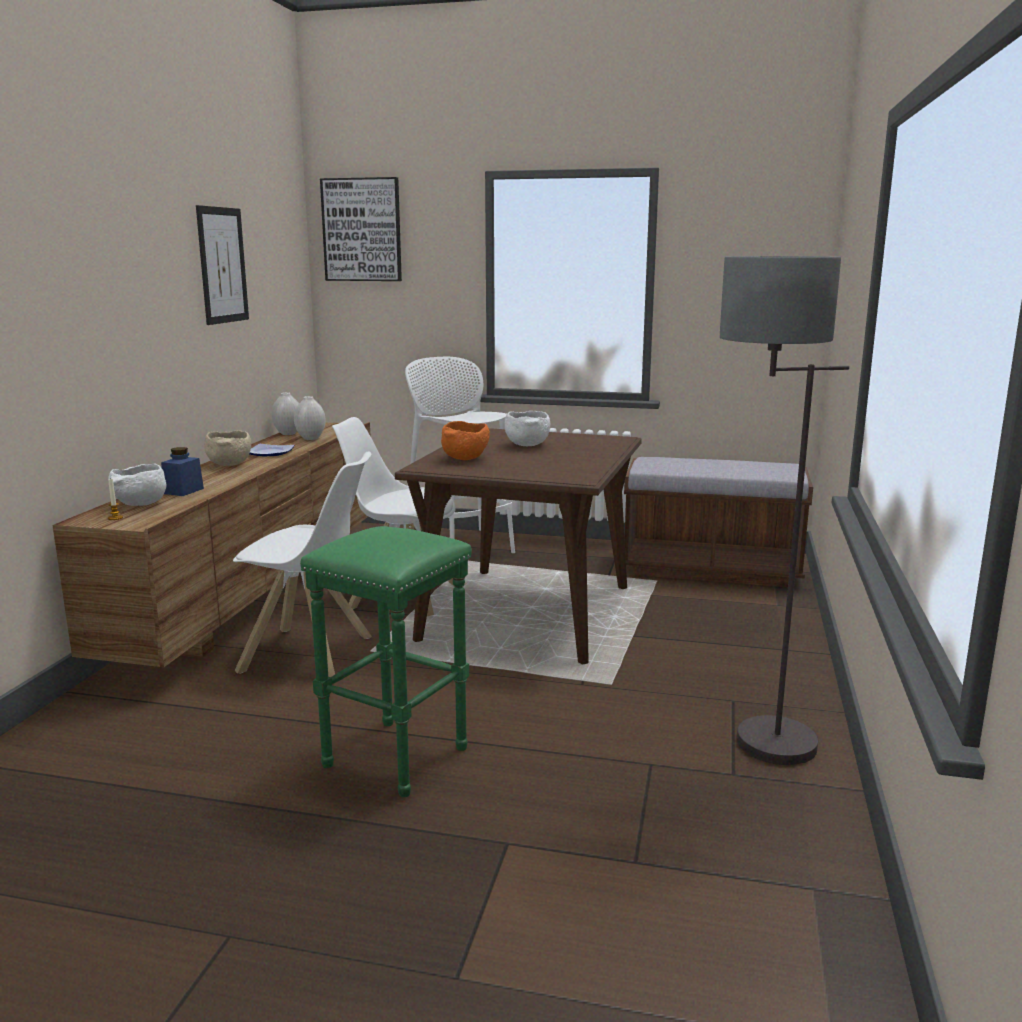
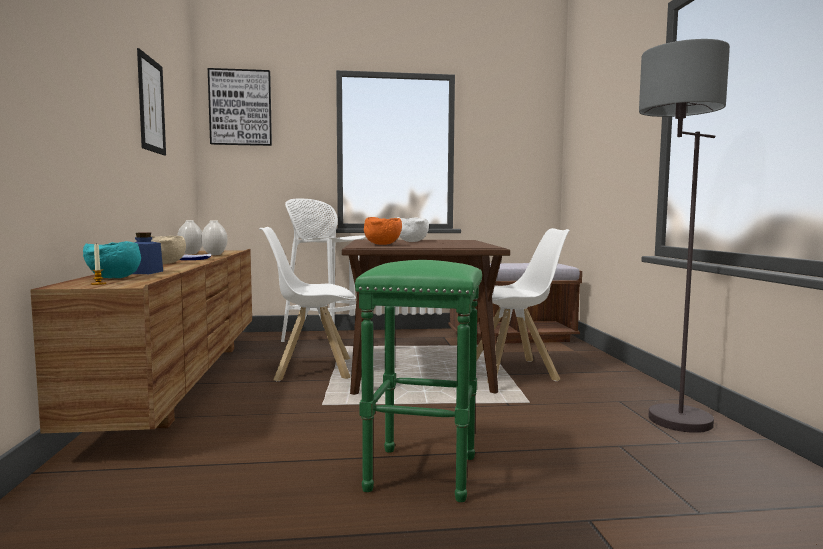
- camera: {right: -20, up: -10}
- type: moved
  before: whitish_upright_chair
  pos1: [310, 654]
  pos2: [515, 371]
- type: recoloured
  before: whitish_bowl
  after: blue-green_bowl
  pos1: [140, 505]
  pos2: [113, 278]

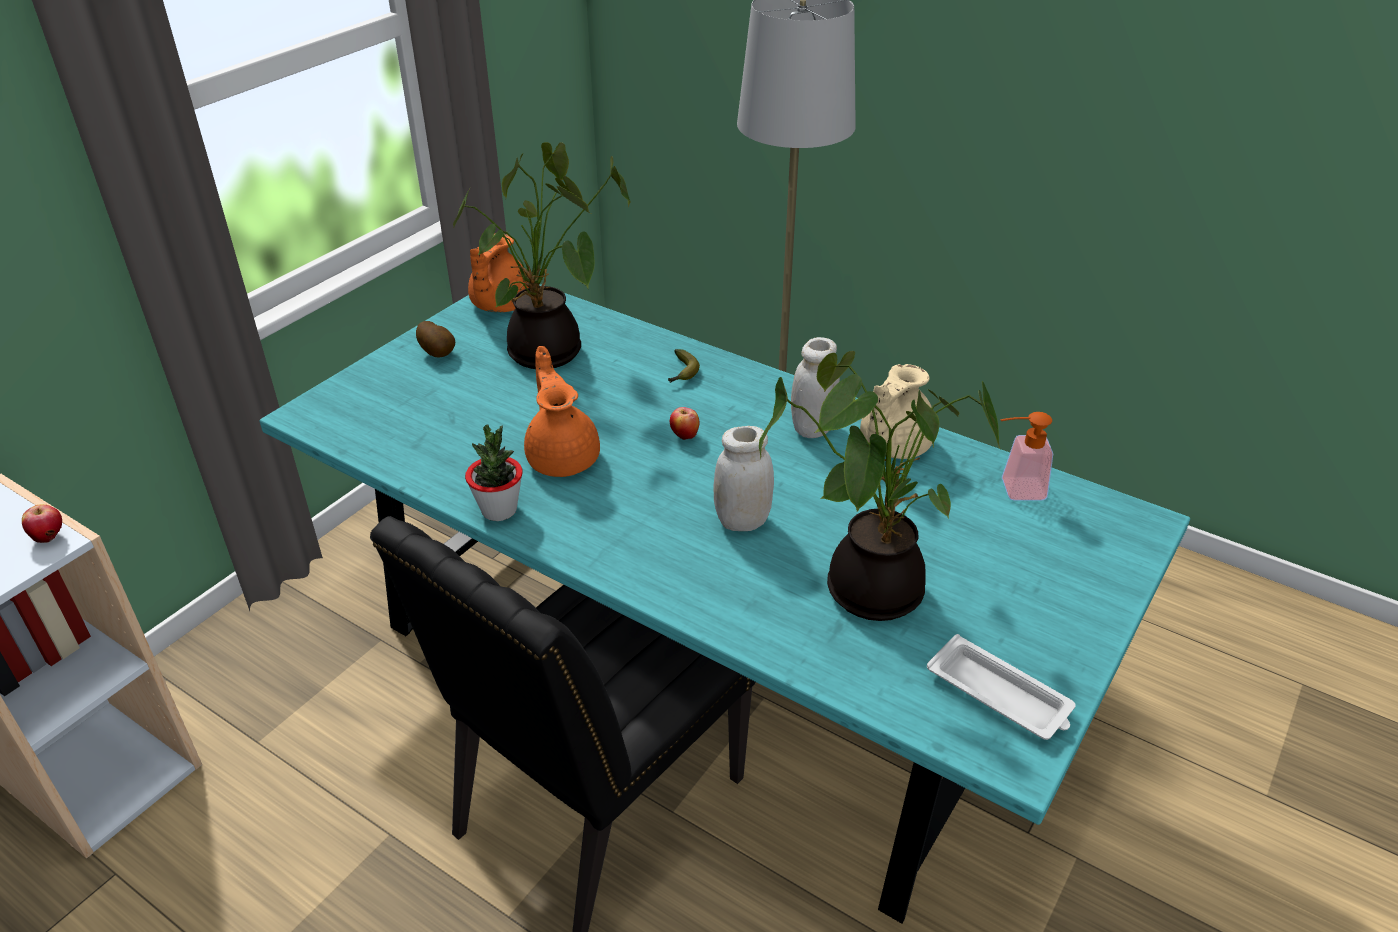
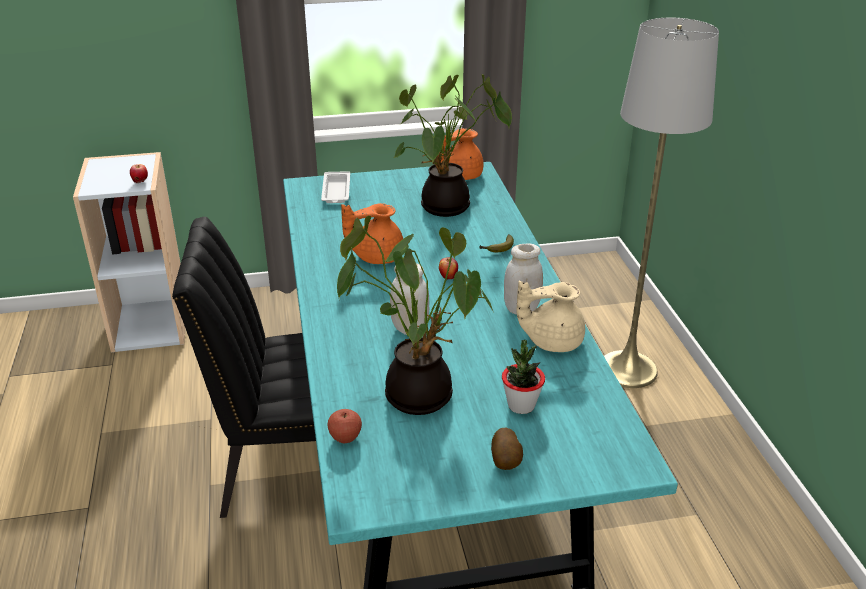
- camera: {right: 45, up: -5}
- type: removed
  before: soap_dispenser
  pos1: [1014, 489]
- type: added
  after: apple_fruit
  pos2: [345, 437]
- type: moved
  before: spud
  pos1: [439, 353]
  pos2: [506, 462]
- type: moved
  before: plant_in_a_pot
  pos1: [499, 510]
  pos2: [521, 405]
- type: moved
  before: whitish_carrying_tray
  pos1: [1000, 695]
  pos2: [336, 191]
- type: turned
  before: orange_pot_for_tea
  pos1: [563, 457]
  pos2: [376, 256]
  turn: -135

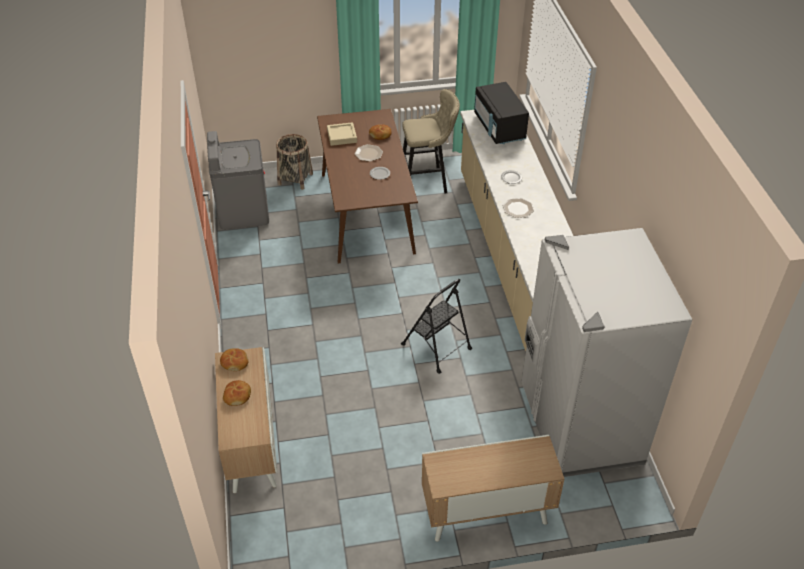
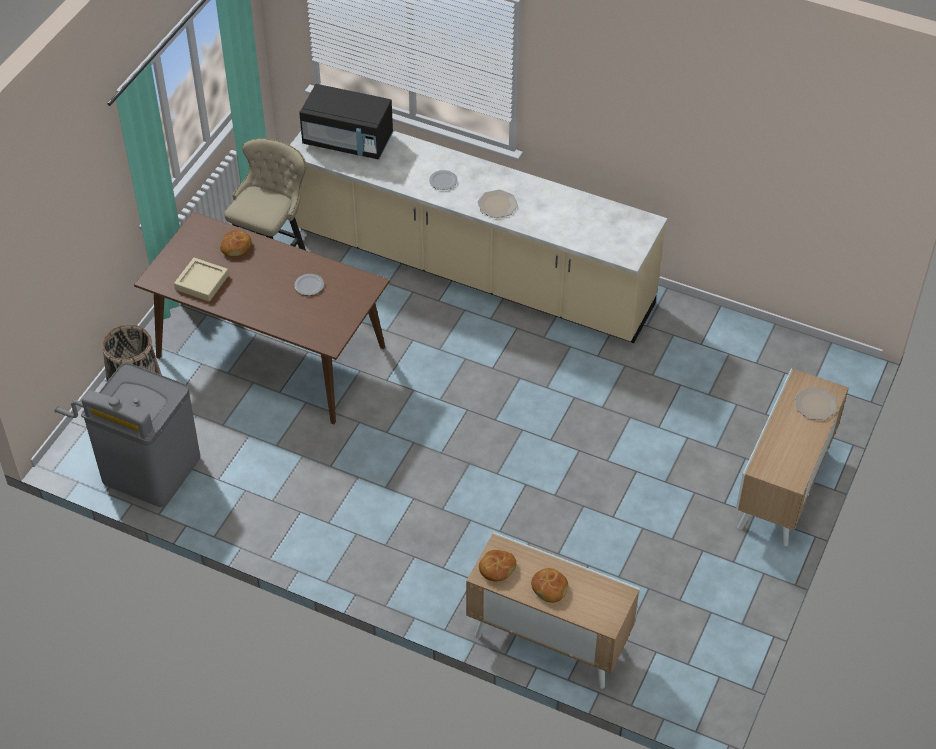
- camera: {right: -55, up: 5}
- type: removed
  before: black_step_stool
  pos1: [437, 347]
- type: removed
  before: whitish_refrigerator
  pos1: [579, 424]
- type: moved
  before: dinner_plate
  pos1: [368, 153]
  pos2: [815, 404]

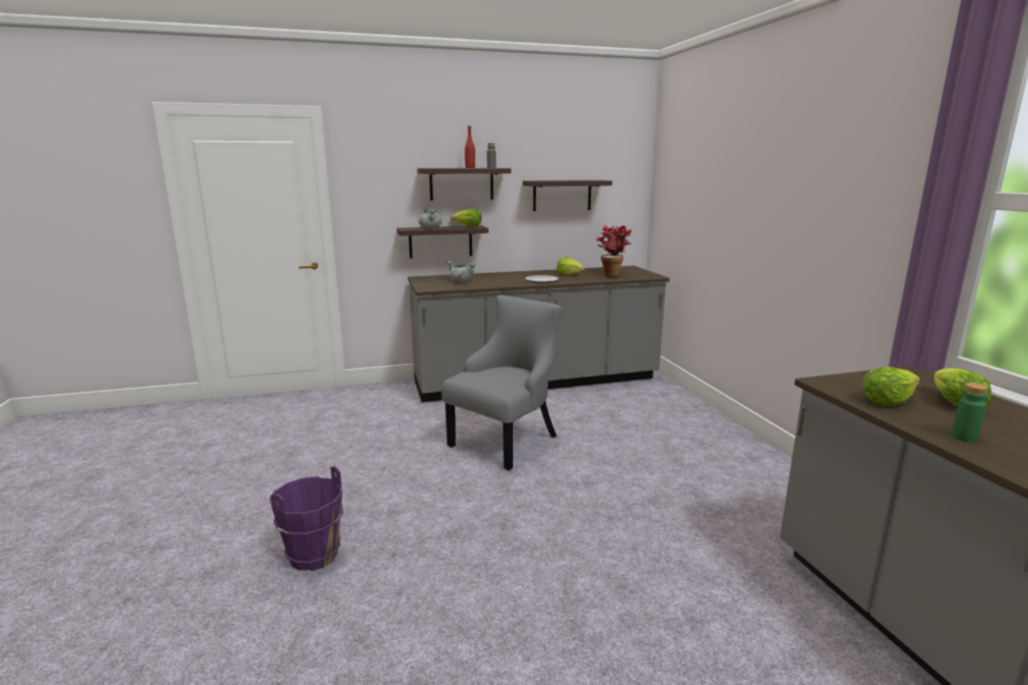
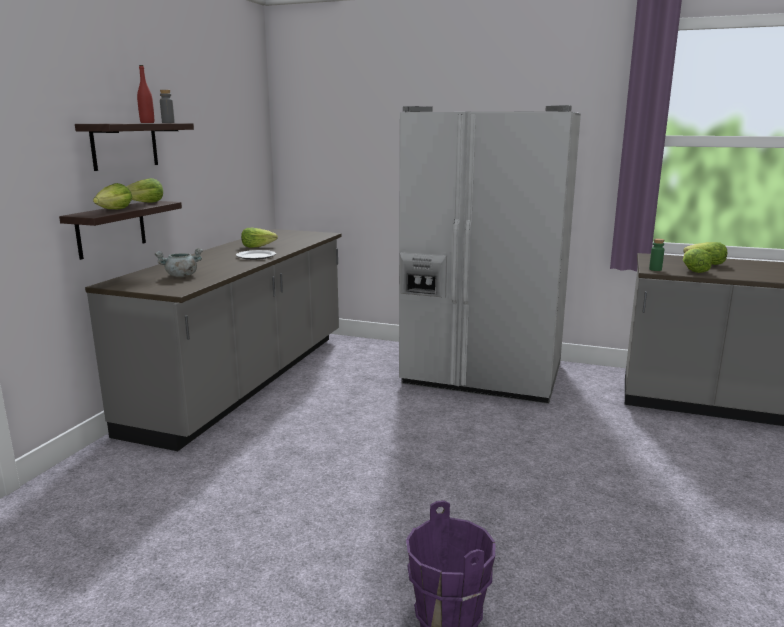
- camera: {right: -55, up: 0}
- type: removed
  before: grey_upright_chair
  pos1: [504, 443]
- type: removed
  before: shelf
  pos1: [562, 195]
- type: removed
  before: plant_in_a_pot
  pos1: [612, 275]
- type: added
  after: whitish_refrigerator
  pos2: [483, 374]
- type: moved
  before: green_bottle
  pos1: [964, 437]
  pos2: [655, 269]
- type: replaced
  before: grey_cooking_pot
  after: head_of_lettuce
  pos1: [430, 228]
  pos2: [115, 210]

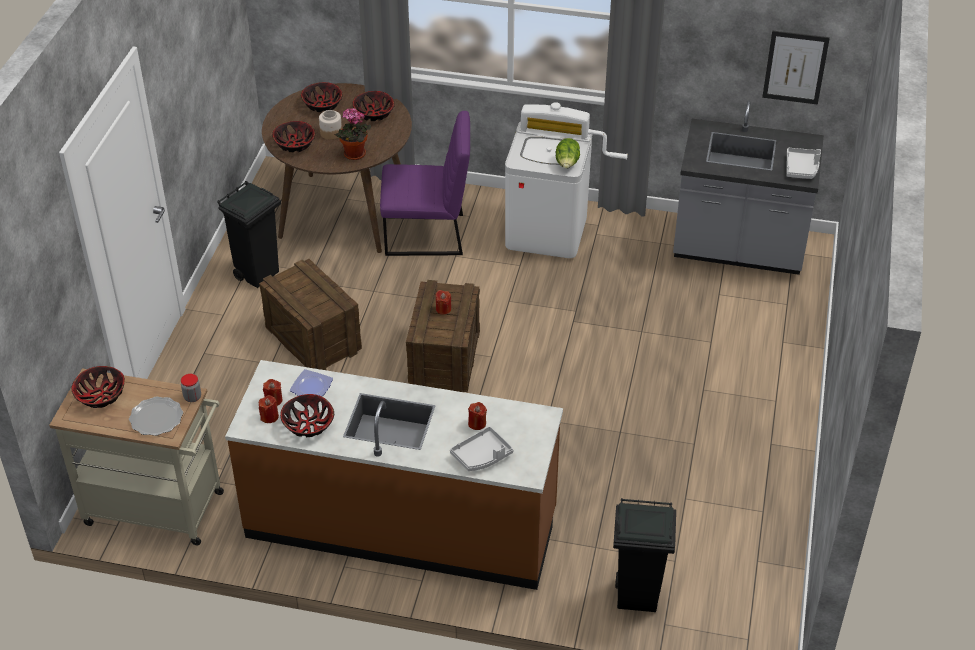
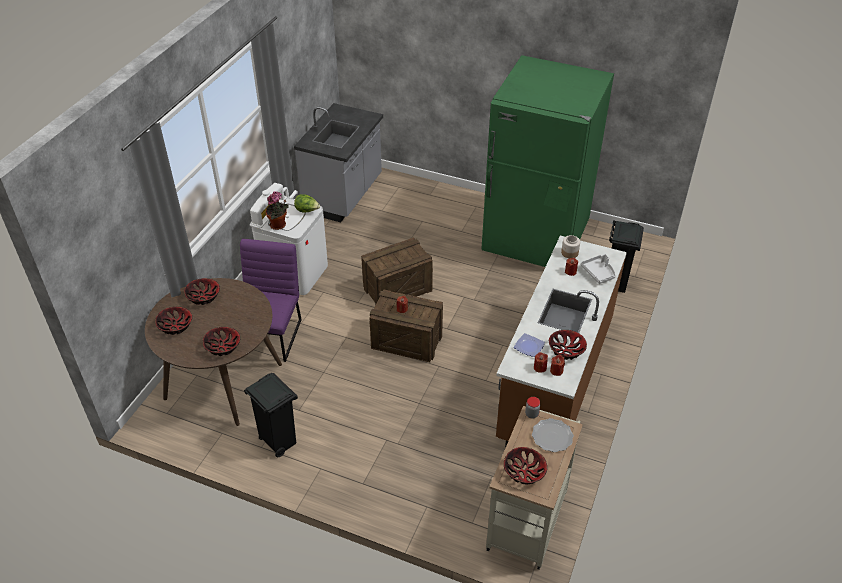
- camera: {right: -80, up: 0}
- type: removed
  before: wall_picture
  pos1: [795, 67]
- type: removed
  before: grey_carrying_tray
  pos1: [802, 168]
- type: added
  after: green_refrigerator
  pos2: [536, 235]
- type: moved
  before: crate
  pos1: [313, 339]
  pos2: [398, 289]
- type: moved
  before: preserve_jar
  pos1: [330, 133]
  pos2: [569, 253]
- type: moved
  before: plant_in_a_pot
  pos1: [354, 155]
  pos2: [279, 225]

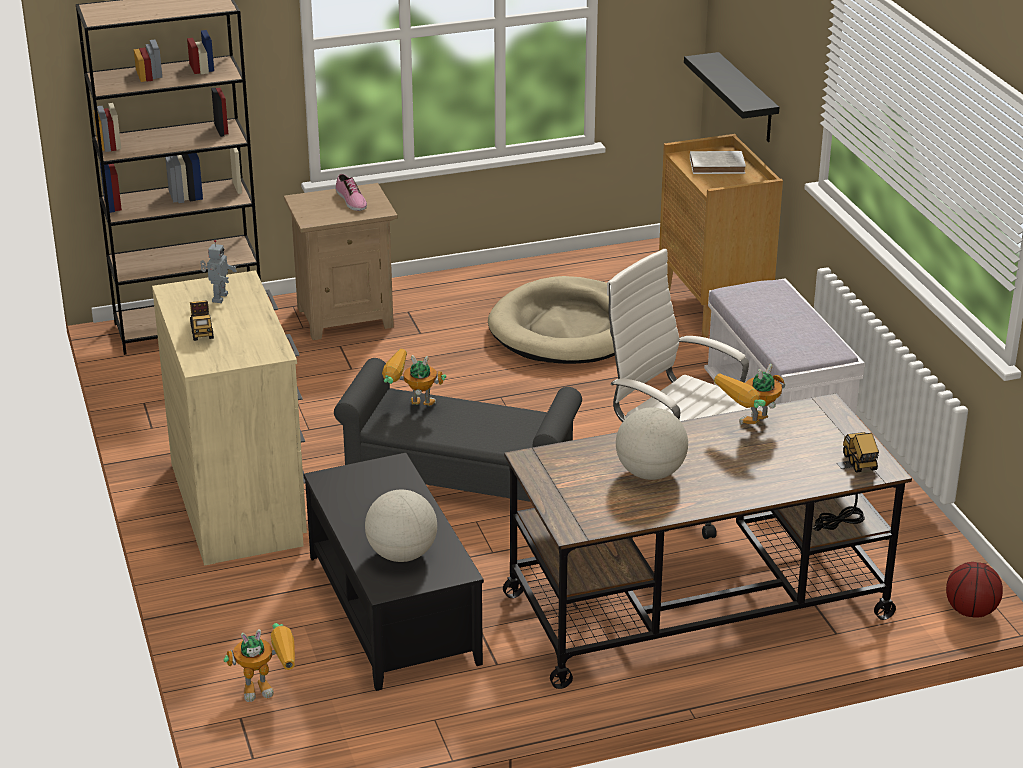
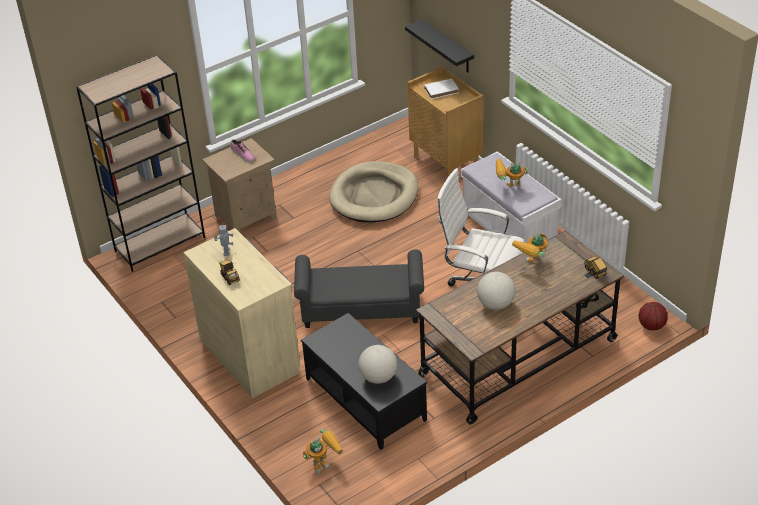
- camera: {right: -15, up: 10}
- type: moved
  before: model_robot
  pos1: [411, 407]
  pos2: [508, 188]

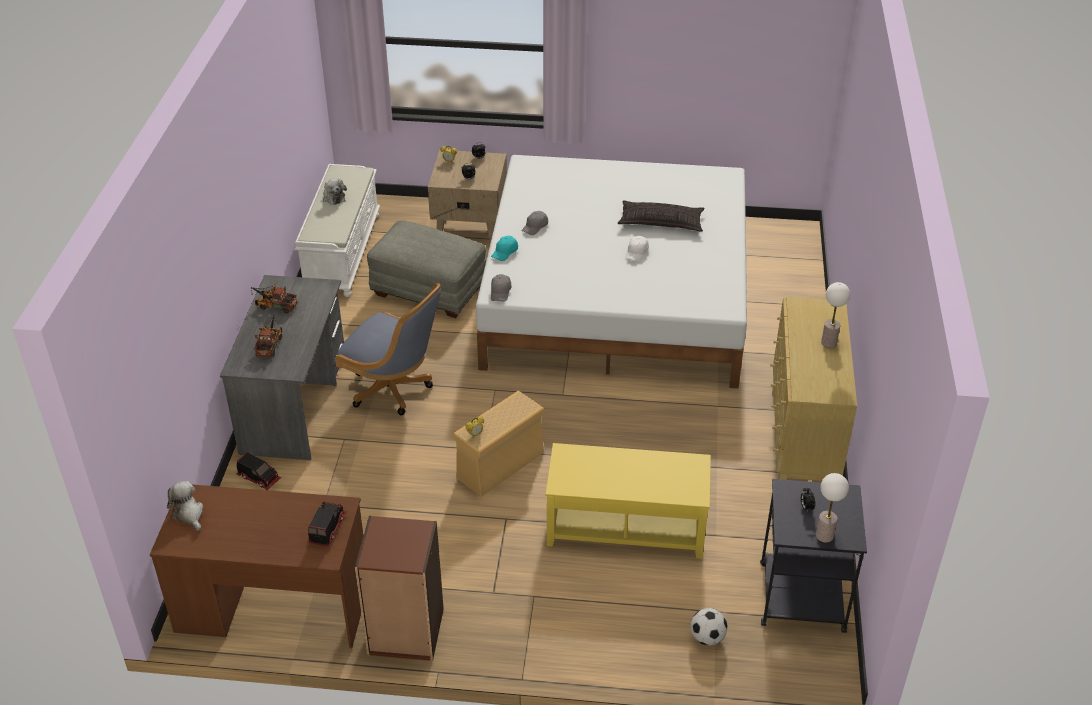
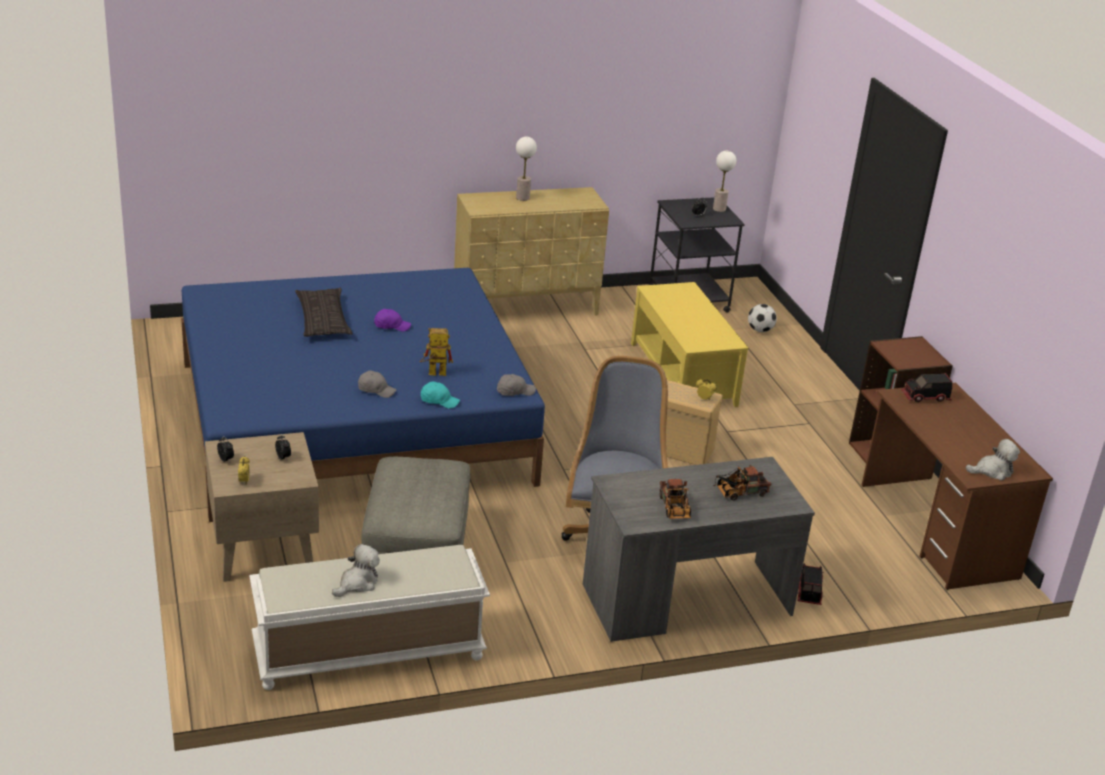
- camera: {right: -115, up: -10}
- type: added
  after: model_robot
  pos2: [433, 373]
- type: recoloured
  before: whitish_bedroom_bed
  after: bluish_bedroom_bed
  pos1: [617, 294]
  pos2: [353, 421]
- type: recoloured
  before: whitish_baseball_cap
  after: purplish_baseball_cap
  pos1: [636, 253]
  pos2: [391, 326]
- type: turned
  before: cuddly_toy
  pos1: [188, 514]
  pos2: [992, 471]
  turn: -135

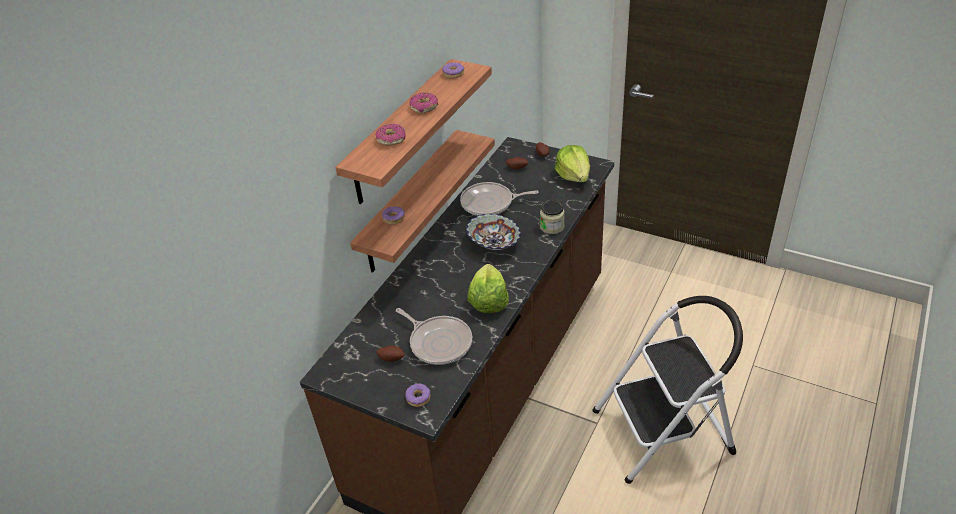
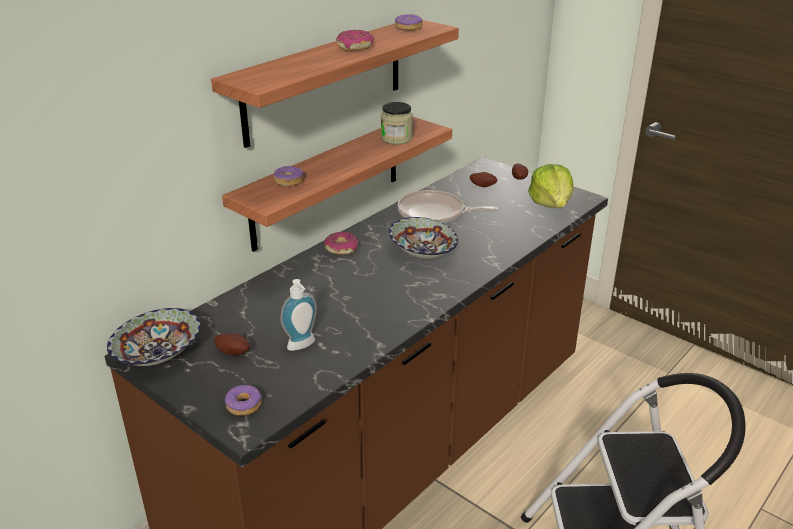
- camera: {right: 10, up: -10}
- type: removed
  before: head_of_lettuce
  pos1: [488, 300]
- type: added
  after: bowl
  pos2: [158, 355]
- type: moved
  before: ring_doughnut
  pos1: [391, 139]
  pos2: [341, 248]
- type: moved
  before: preserve_jar
  pos1: [552, 226]
  pos2: [396, 138]
- type: replaced
  before: frying_pan
  after: soap_dispenser
  pos1: [439, 342]
  pos2: [303, 346]

